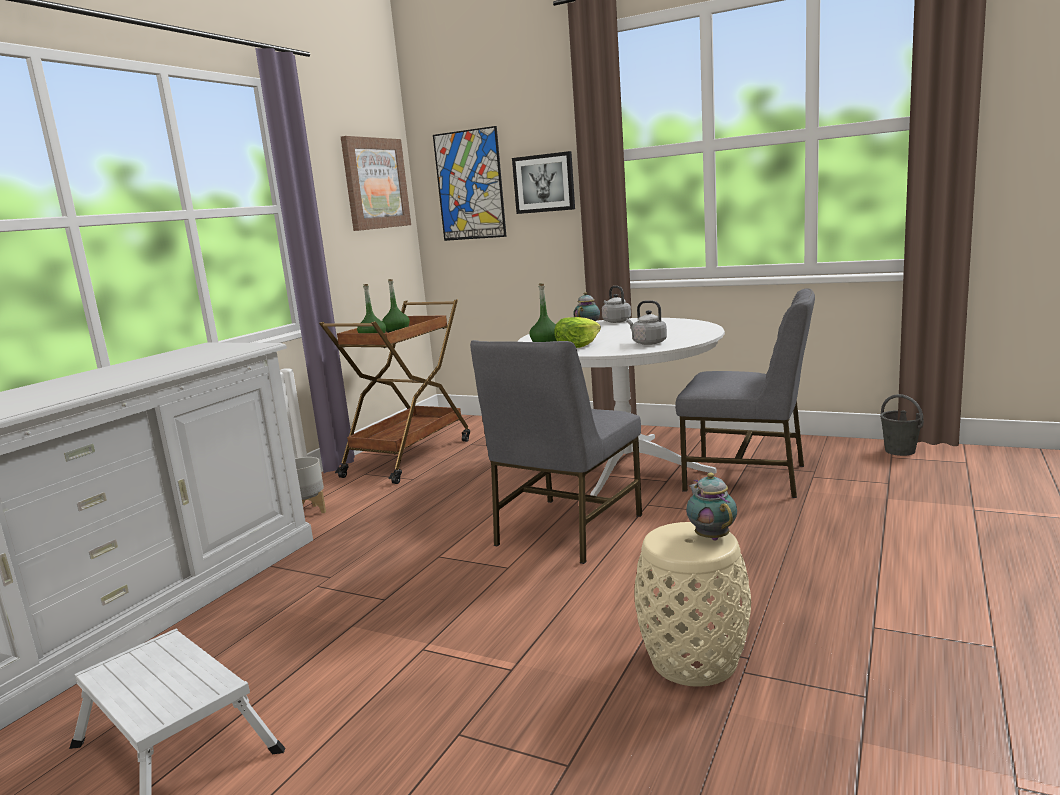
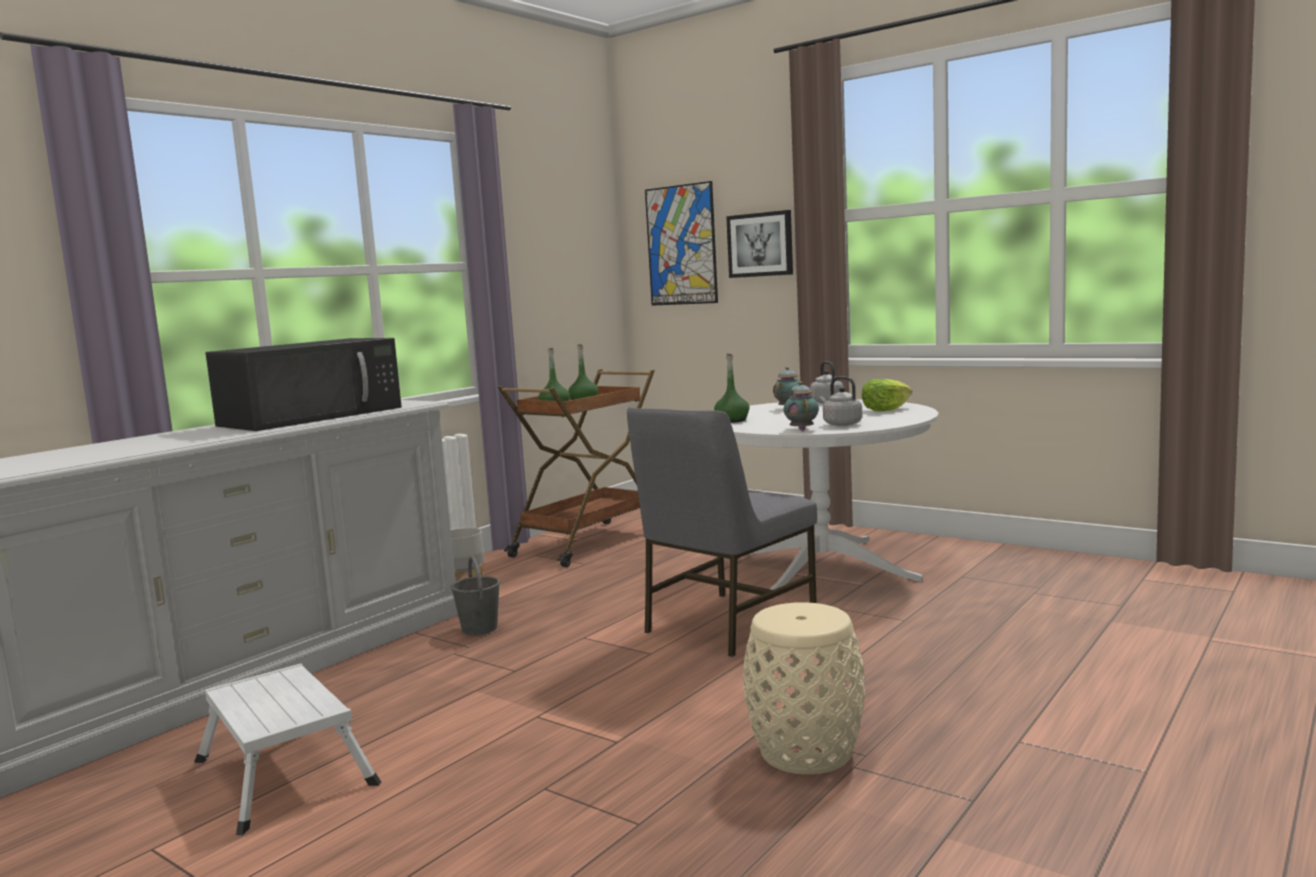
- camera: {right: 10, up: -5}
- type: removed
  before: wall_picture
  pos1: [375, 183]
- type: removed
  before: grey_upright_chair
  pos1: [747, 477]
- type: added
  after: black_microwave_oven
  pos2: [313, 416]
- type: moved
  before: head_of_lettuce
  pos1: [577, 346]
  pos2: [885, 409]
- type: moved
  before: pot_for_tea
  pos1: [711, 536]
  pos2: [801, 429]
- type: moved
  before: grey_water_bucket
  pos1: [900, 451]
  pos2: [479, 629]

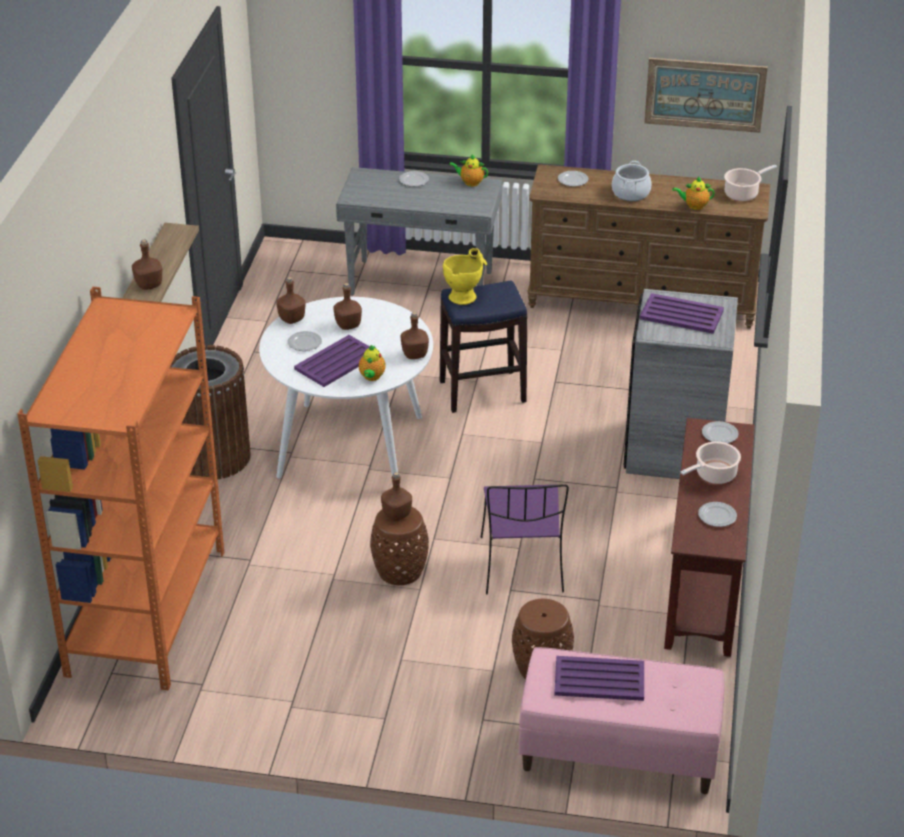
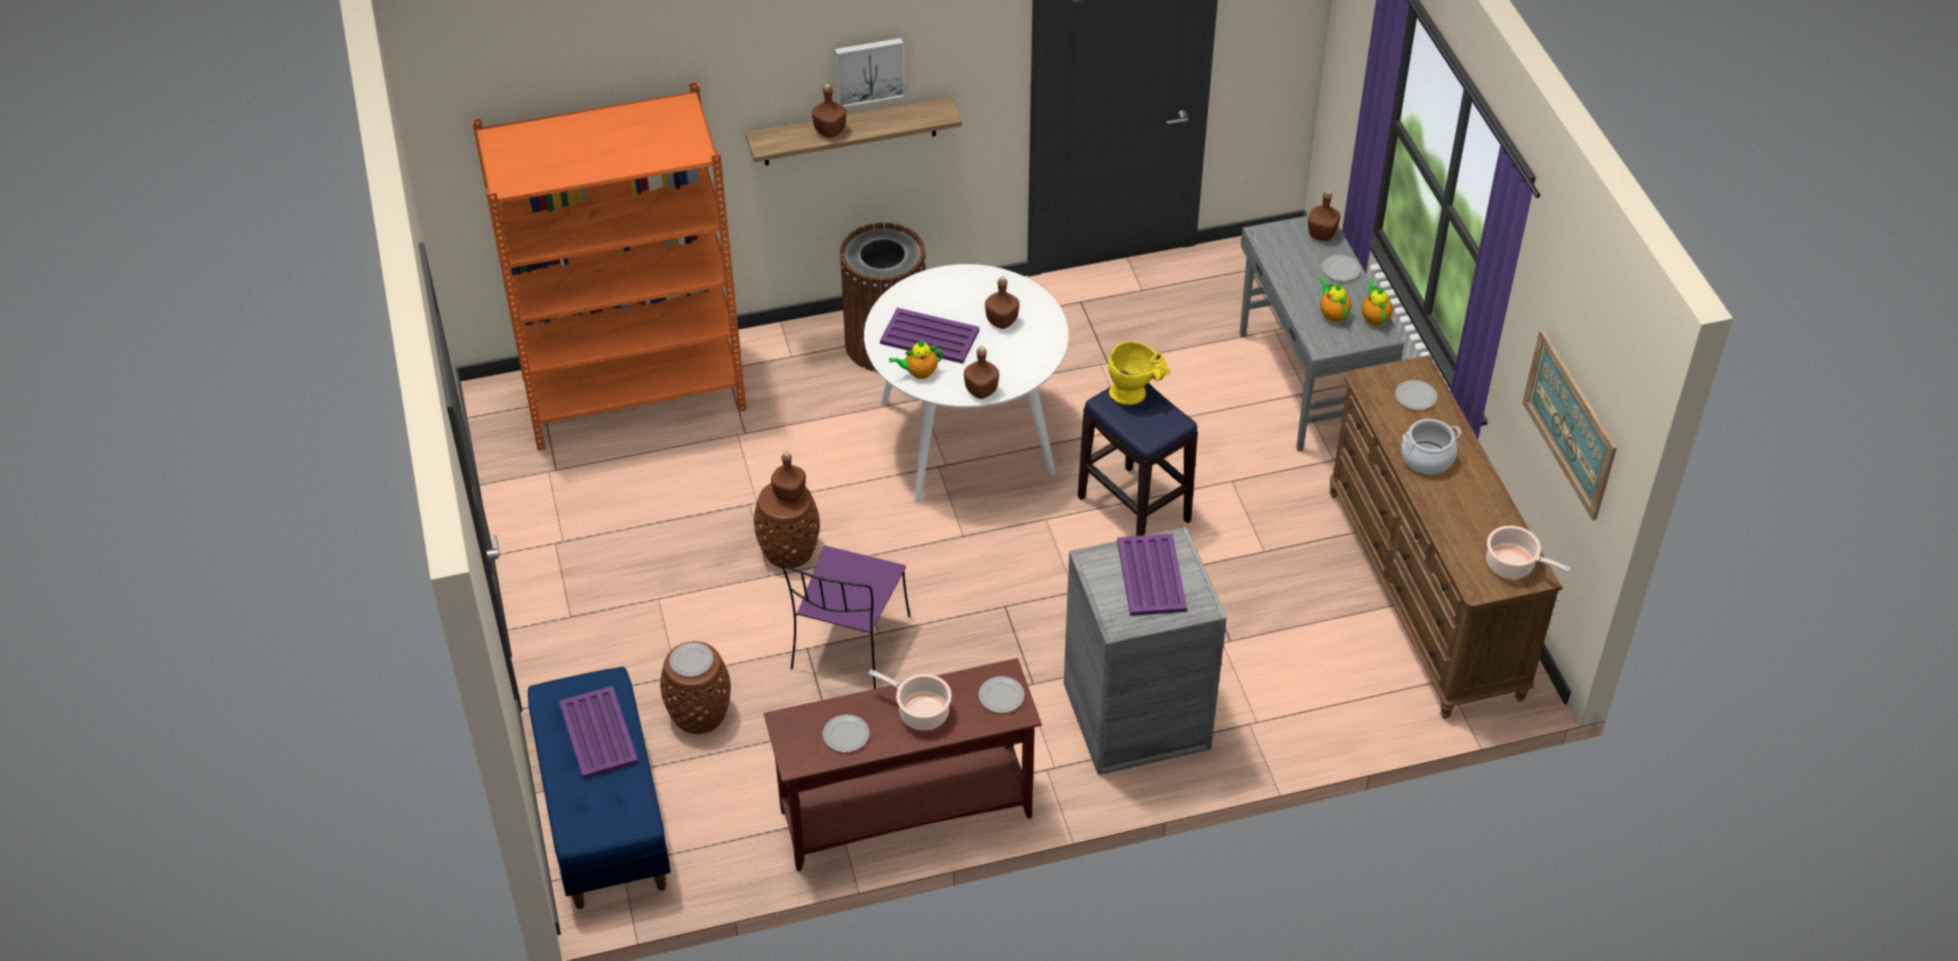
- camera: {right: 65, up: 10}
- type: added
  after: wall_picture
  pos2: [869, 70]
- type: moved
  before: brownish_bottle
  pos1: [292, 319]
  pos2: [1321, 235]
- type: moved
  before: dinner_plate
  pos1: [305, 343]
  pos2: [692, 661]
- type: moved
  before: pot_for_tea
  pos1: [694, 206]
  pos2: [1332, 314]
- type: recoloured
  before: pink_long_seat
  after: bluish_long_seat
  pos1: [617, 753]
  pos2: [603, 815]
- type: turned
  before: purplish_upright_chair
  pos1: [522, 566]
  pos2: [849, 645]
  turn: -45

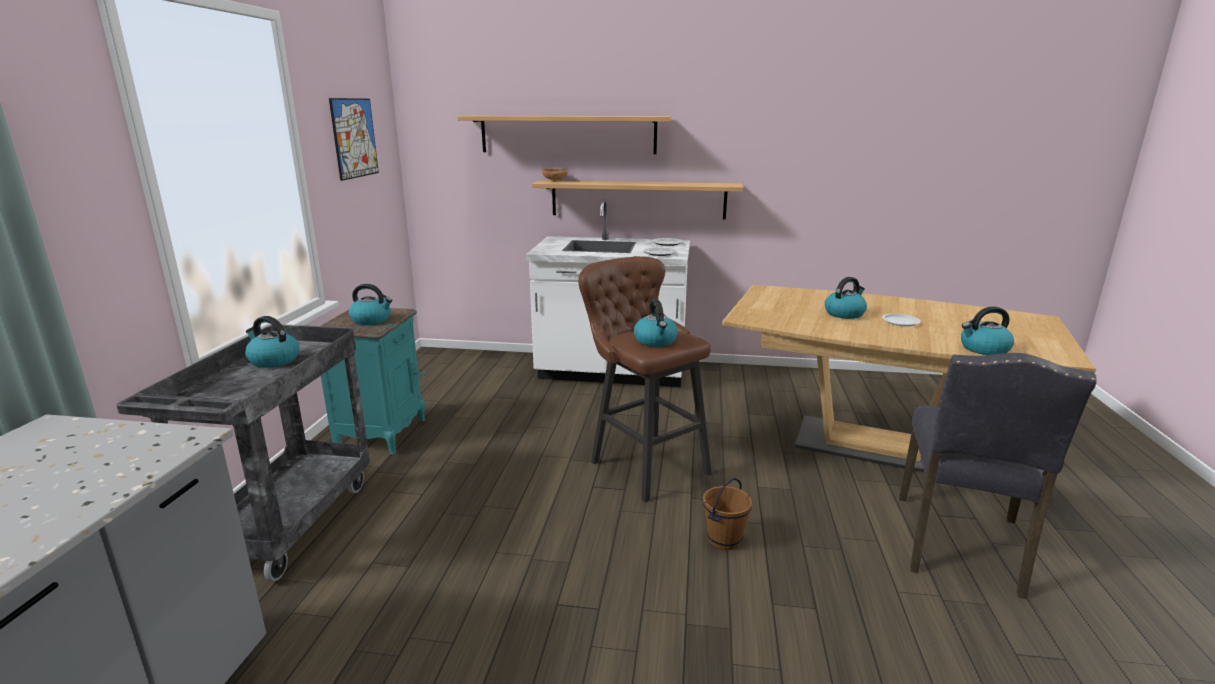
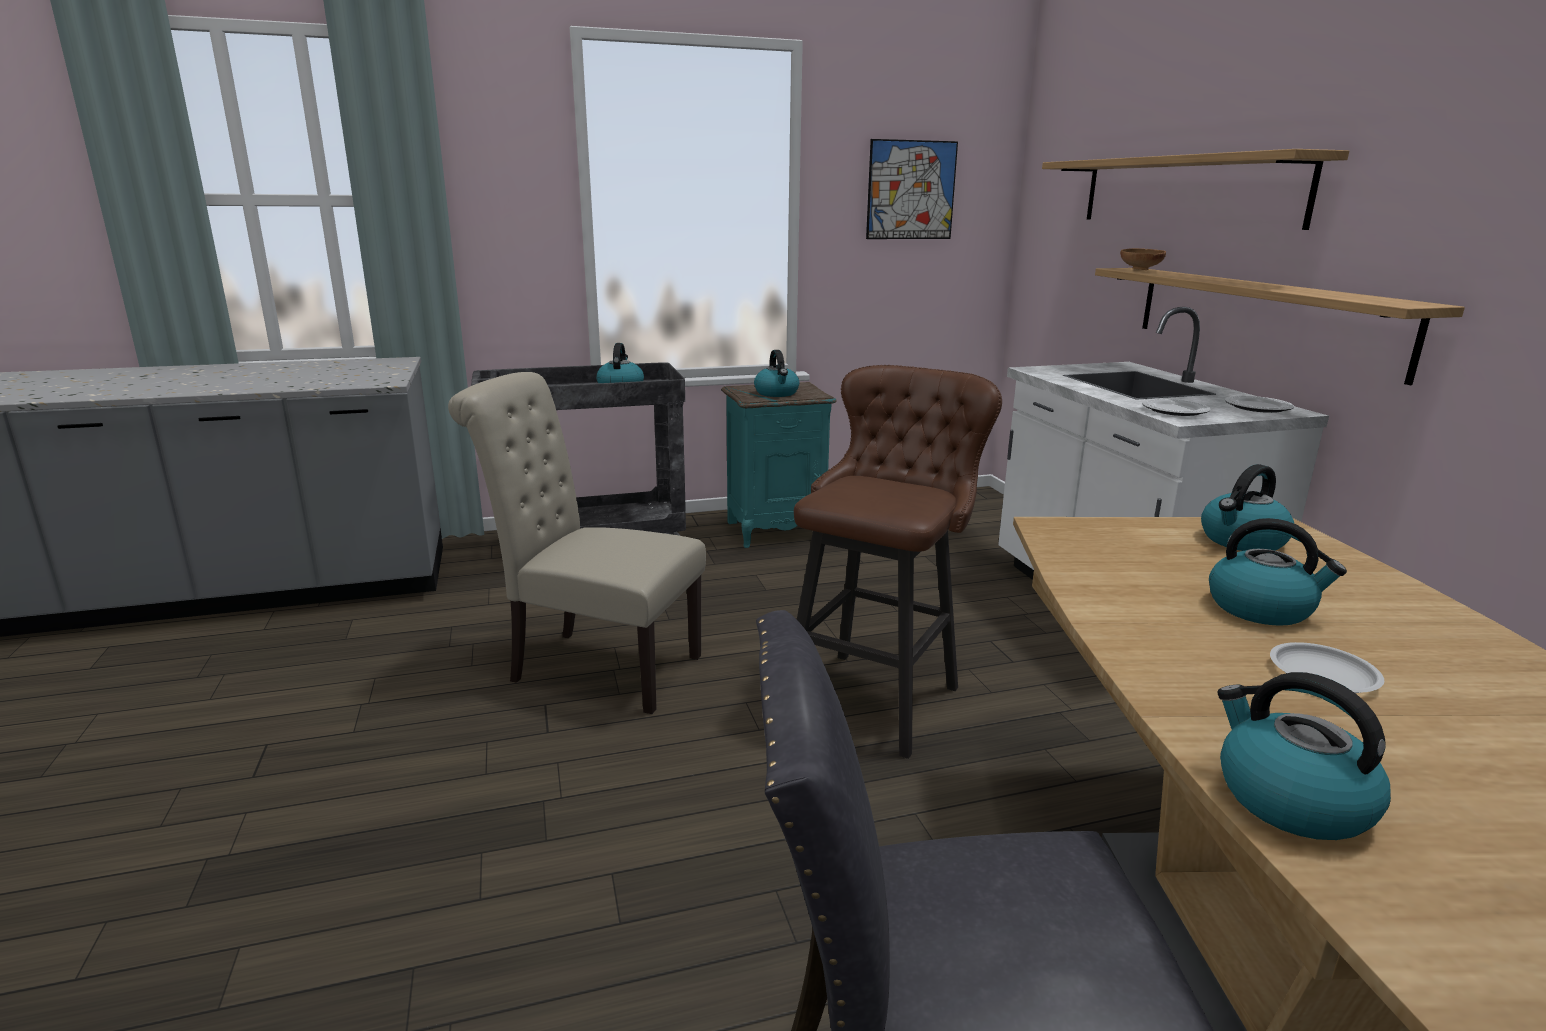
- camera: {right: 65, up: 0}
- type: removed
  before: brownish_water_bucket
  pos1: [723, 539]
- type: added
  after: sand-coloured_upright_chair
  pos2: [595, 667]
- type: moved
  before: water_kettle
  pos1: [656, 341]
  pos2: [1242, 541]

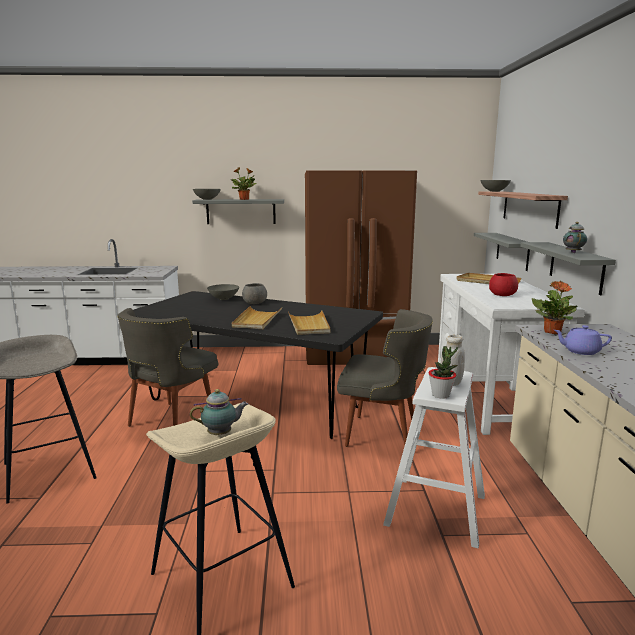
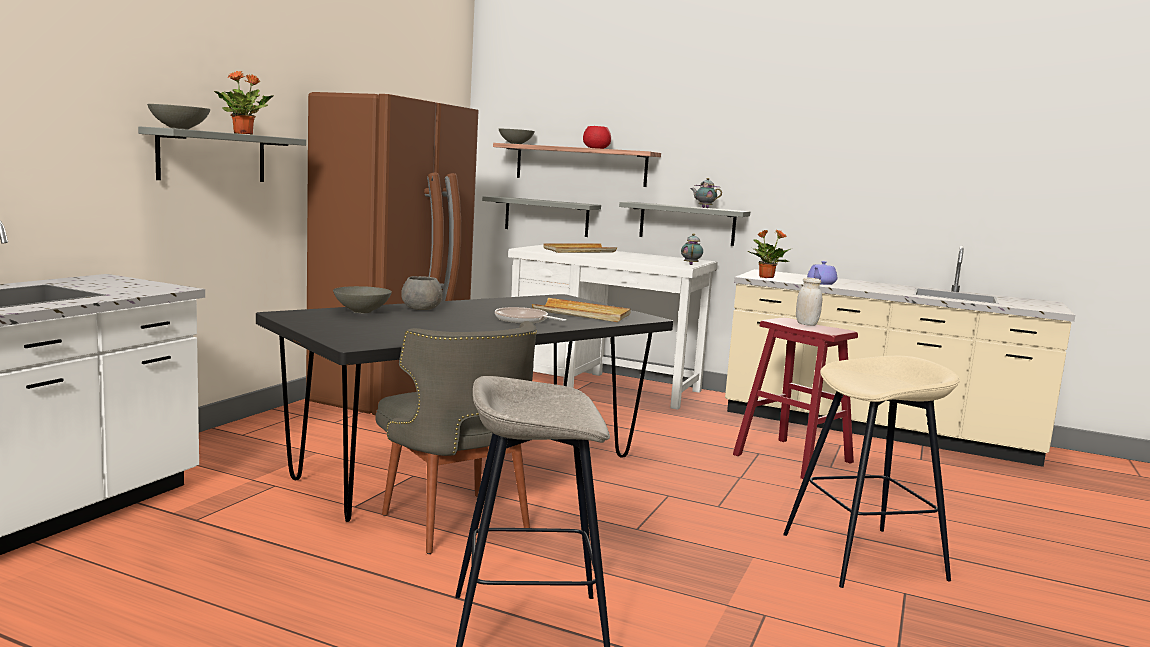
- camera: {right: -65, up: -5}
- type: removed
  before: grey_upright_chair
  pos1: [381, 434]
- type: removed
  before: plant_in_a_pot
  pos1: [441, 395]
- type: moved
  before: pot_for_tea
  pos1: [221, 434]
  pos2: [691, 264]
- type: moved
  before: reddish_bowl
  pos1: [502, 294]
  pos2: [596, 148]
- type: replaced
  before: sand-coloured_carrying_tray
  after: frying_pan
  pos1: [257, 320]
  pos2: [523, 320]
- type: recoloured
  before: whitish_stool
  after: reddish_stool
  pos1: [436, 509]
  pos2: [792, 458]

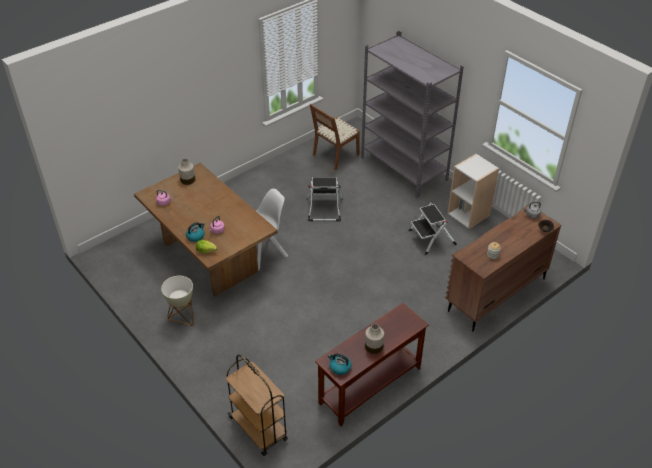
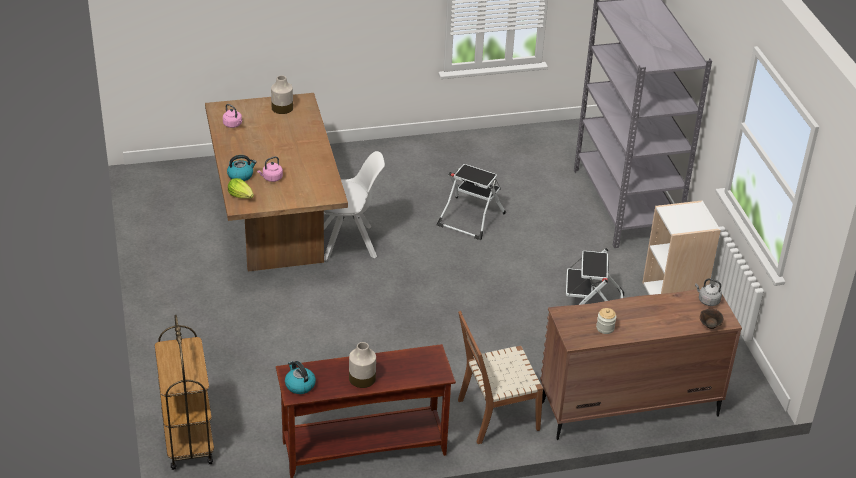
- camera: {right: 25, up: -5}
- type: removed
  before: flower_pot
  pos1: [182, 316]
- type: moved
  before: upright_chair
  pos1: [334, 156]
  pos2: [494, 416]

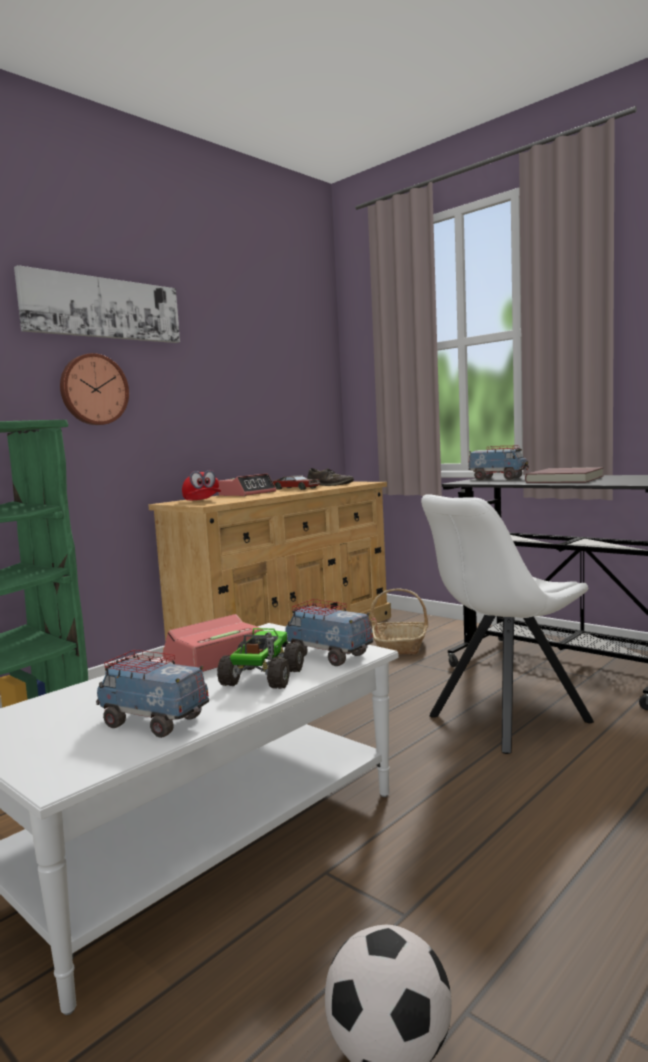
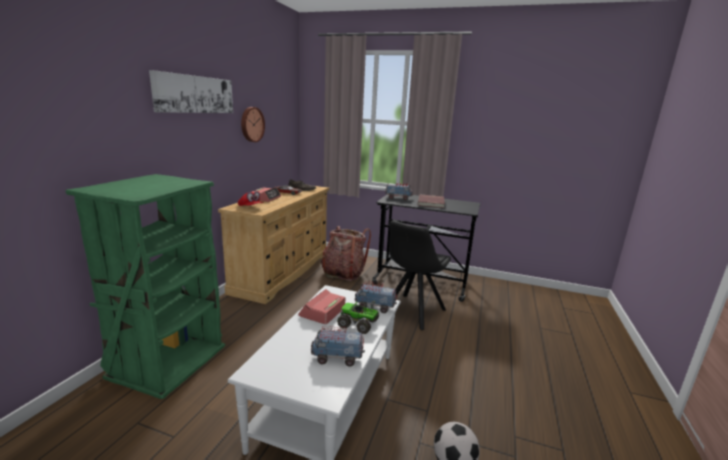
- camera: {right: -25, up: 10}
- type: moved
  before: wall_clock
  pos1: [93, 390]
  pos2: [251, 124]
- type: replaced
  before: storage_basket
  after: knapsack
  pos1: [401, 646]
  pos2: [343, 273]
- type: recoloured
  before: whitish_upright_chair
  after: black_upright_chair
  pos1: [506, 718]
  pos2: [412, 311]
- type: turned
  before: toy_truck
  pos1: [262, 678]
  pos2: [358, 324]
  turn: -60

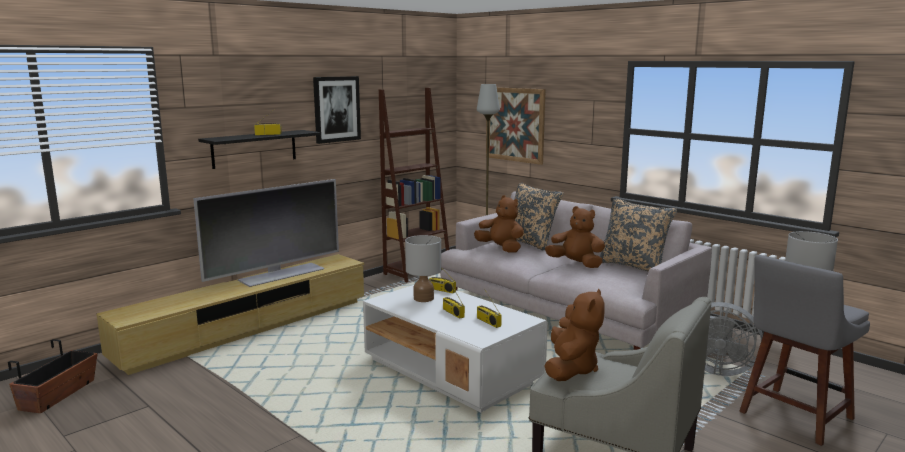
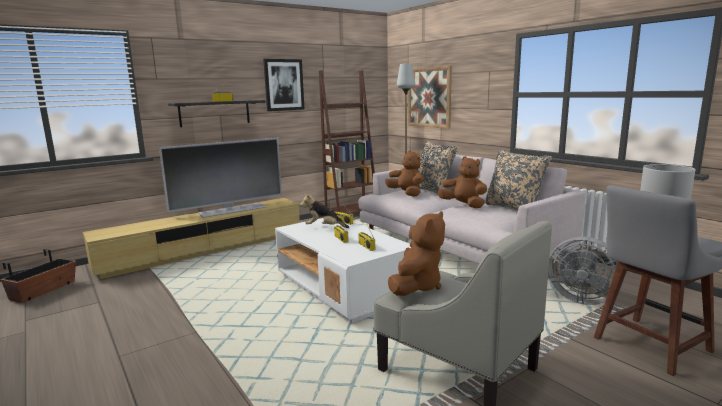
- camera: {right: 10, up: 0}
- type: replaced
  before: grey_lamp_for_a_table
  after: cuddly_toy
  pos1: [424, 298]
  pos2: [324, 227]

